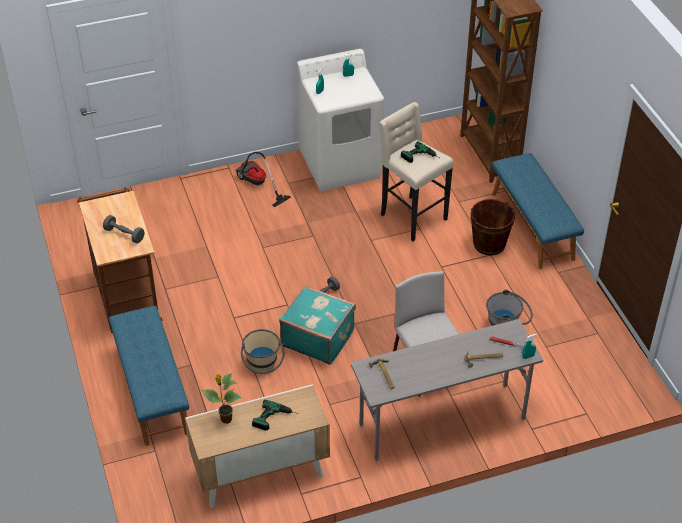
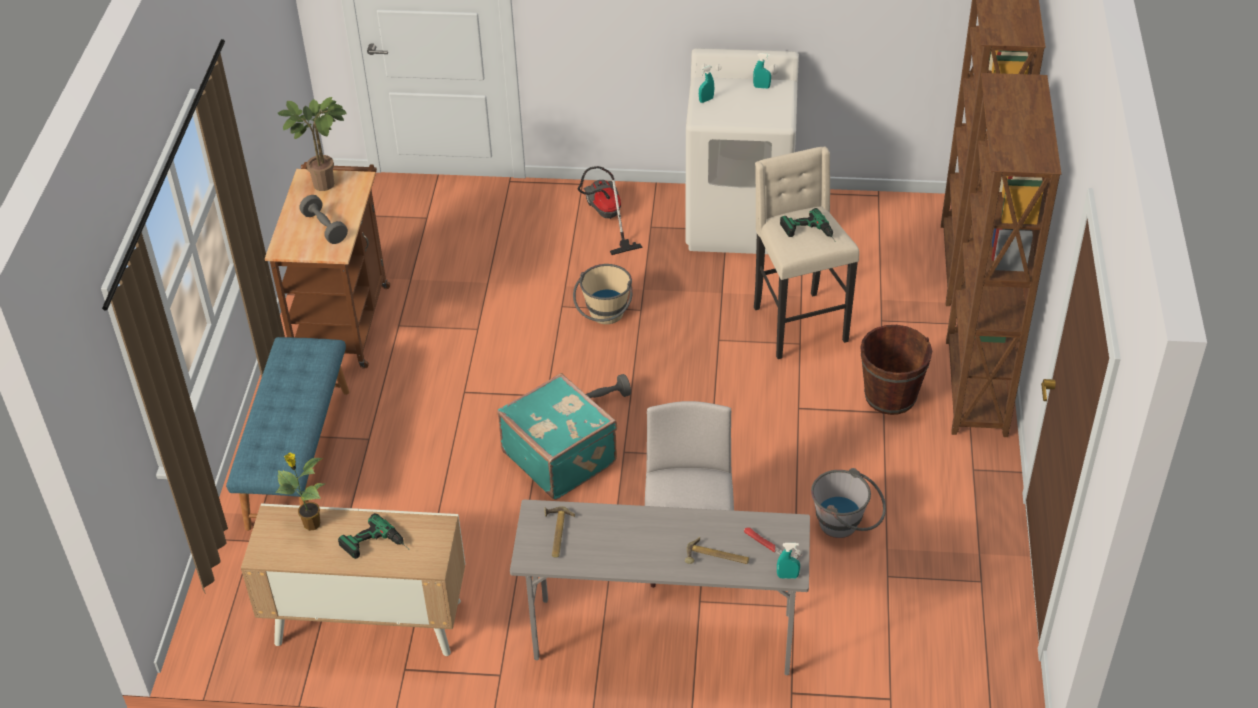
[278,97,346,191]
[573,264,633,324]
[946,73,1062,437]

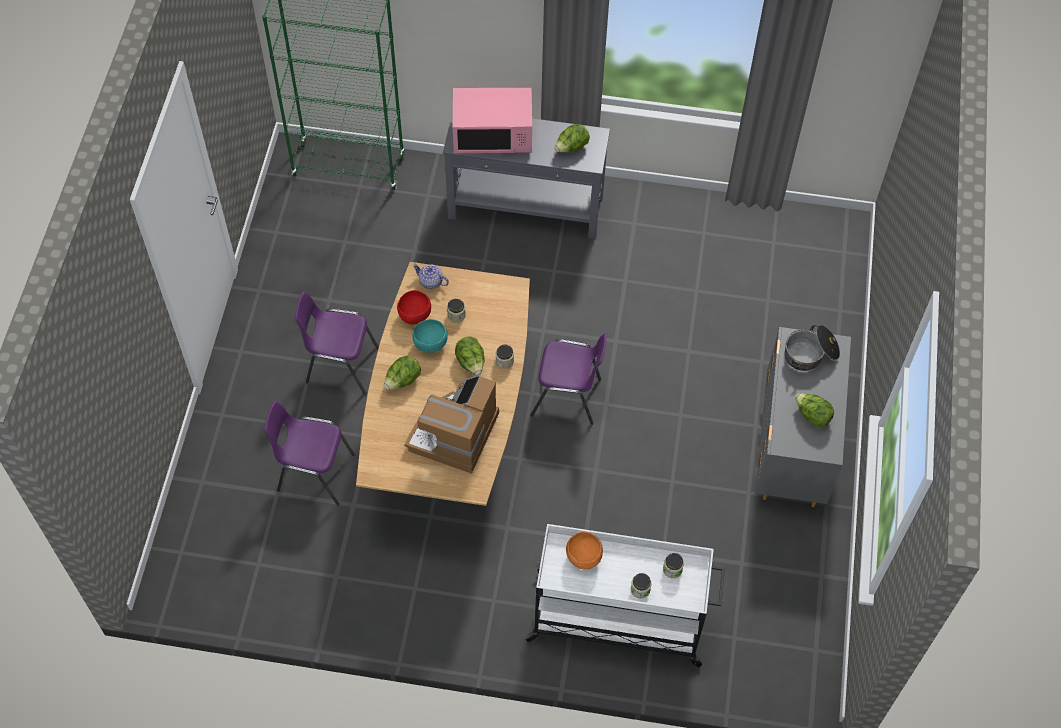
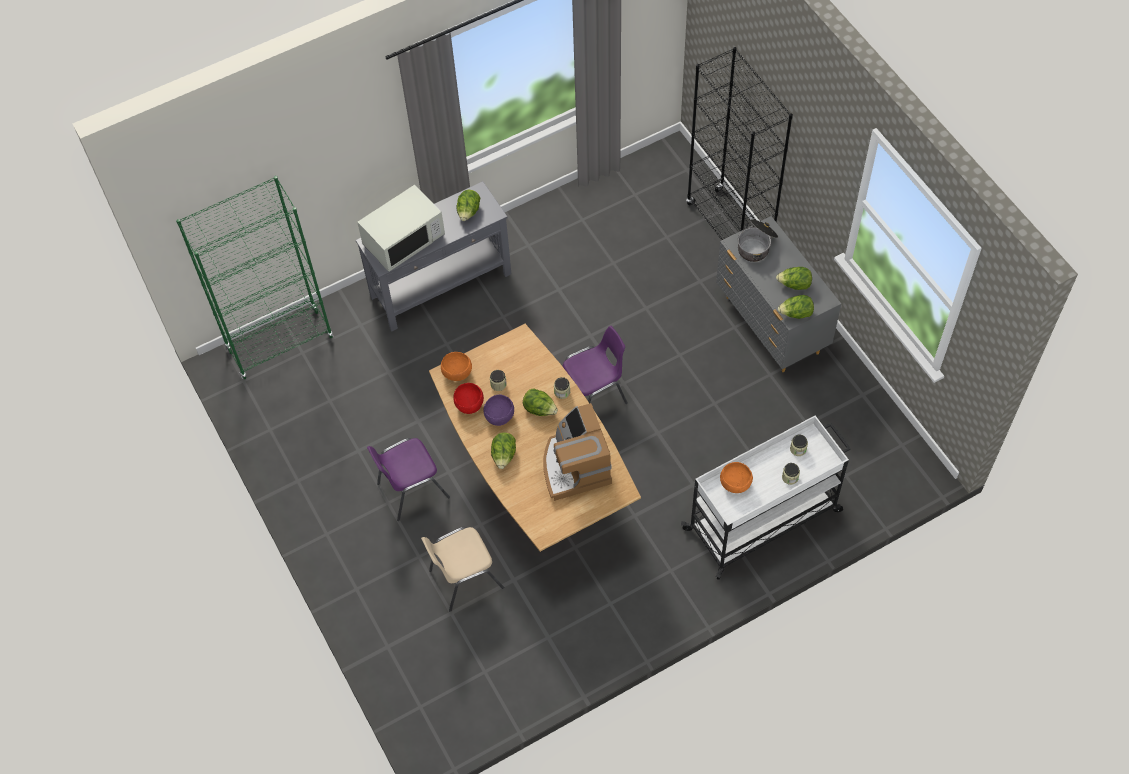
[686,47,793,240]
[778,295,814,319]
[441,352,472,381]
[421,527,504,612]
[483,395,514,426]
[357,185,445,272]

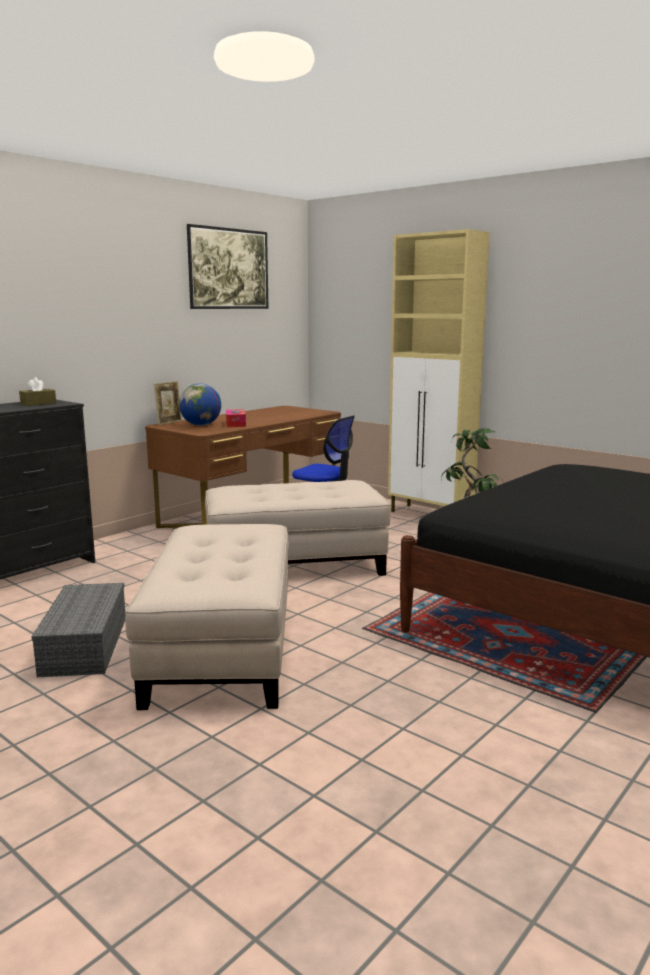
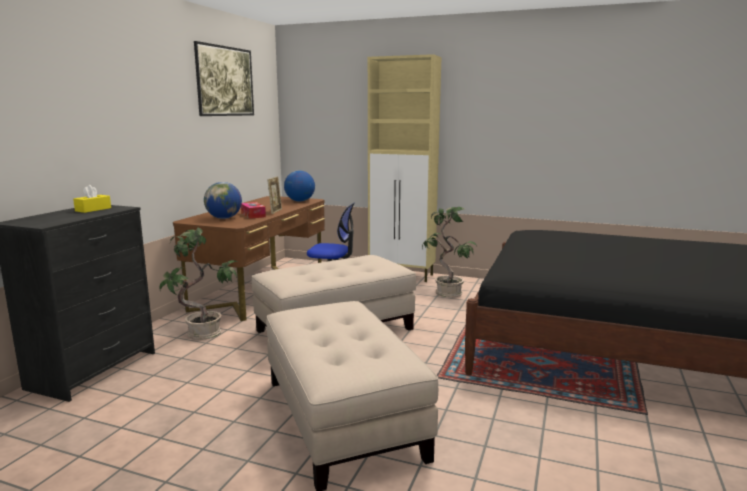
[31,583,126,677] (first image)
[159,227,237,340]
[284,170,315,202]
[267,177,282,214]
[73,185,111,213]

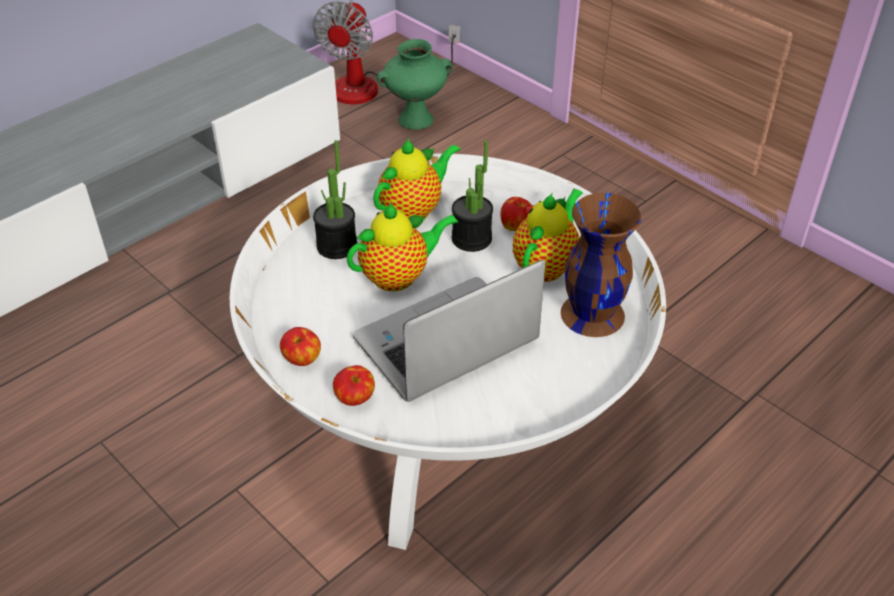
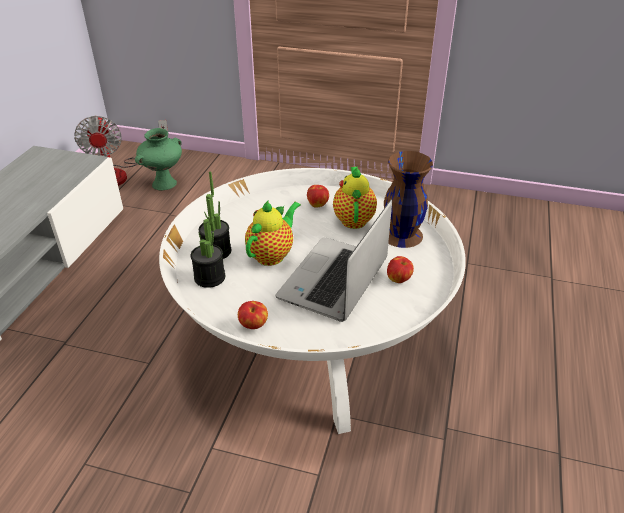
[373,139,461,219] (first image)
[387,256,414,283]
[190,199,225,288]

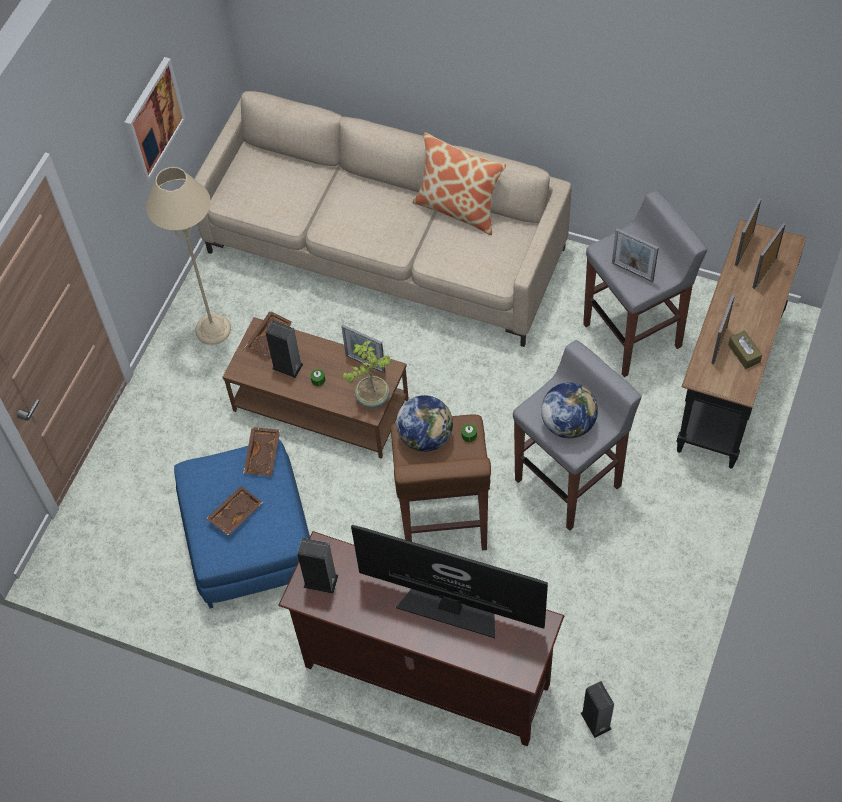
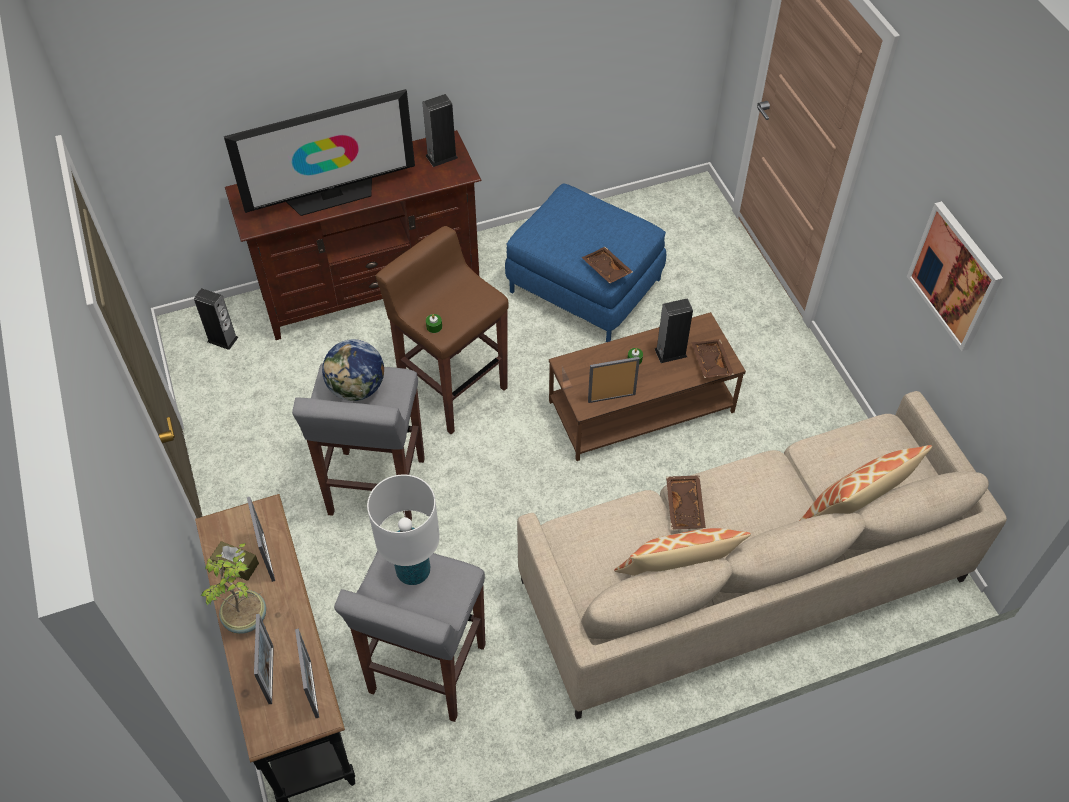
[146,167,231,345] (first image)
[396,395,453,452] (first image)
[799,445,932,521]
[666,475,706,530]
[201,543,266,634]
[367,474,440,585]

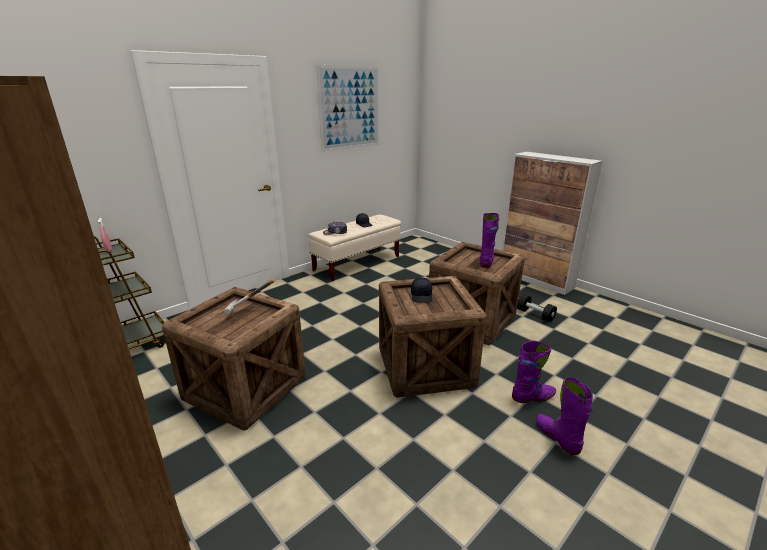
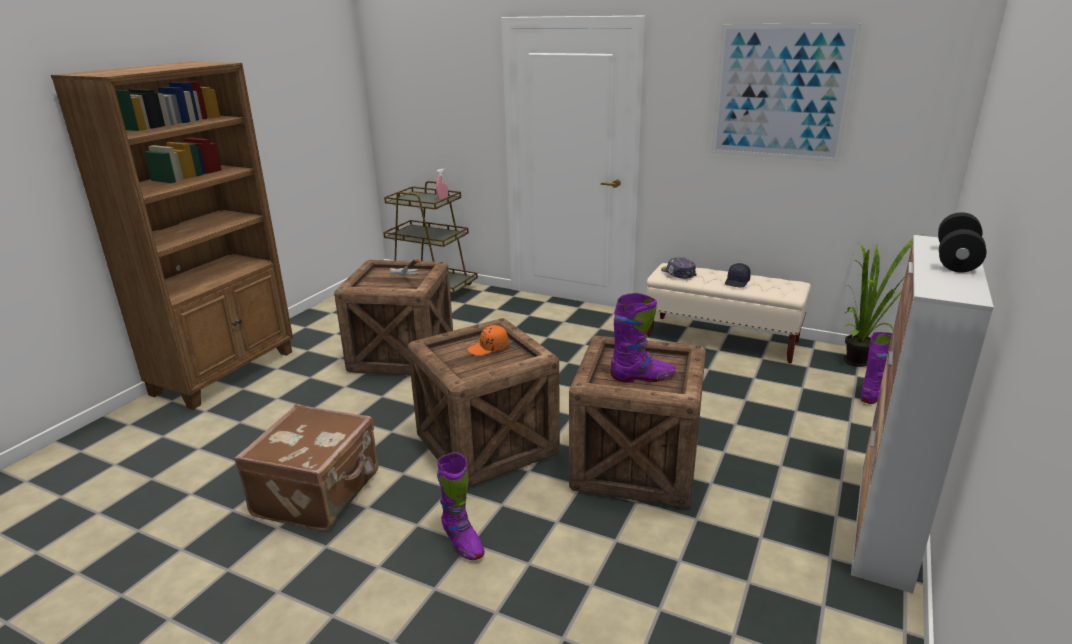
[234,404,378,531]
[844,234,924,367]
[938,212,986,273]
[861,332,892,404]
[467,325,508,356]

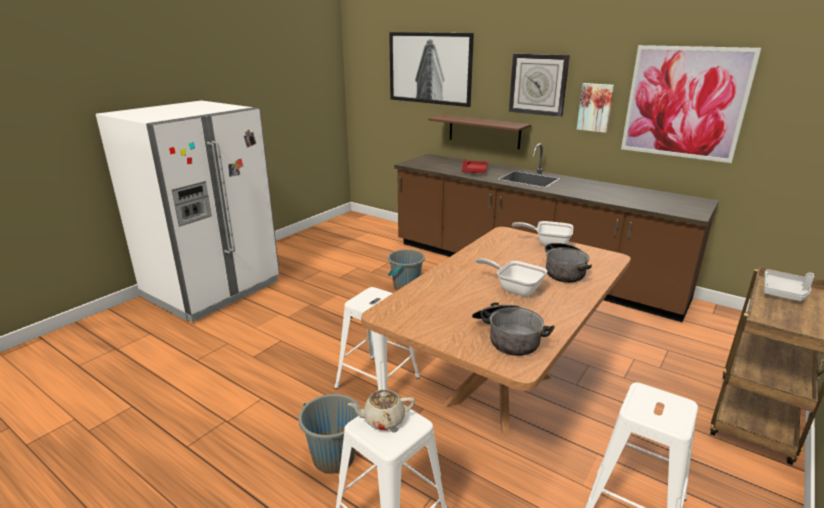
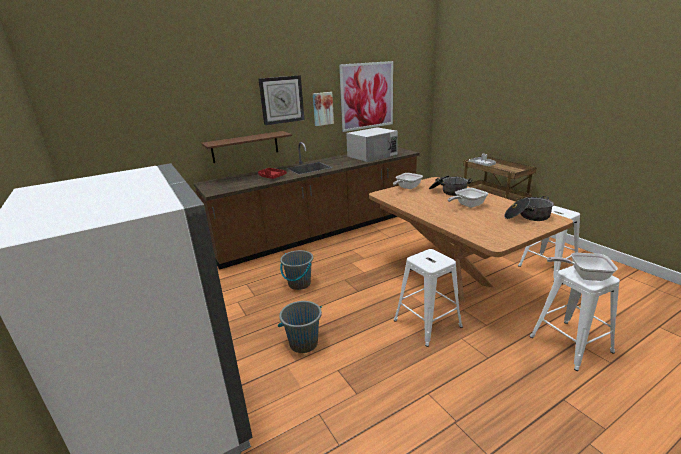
[389,32,474,107] (first image)
[346,127,398,162]
[278,301,322,353]
[547,253,618,281]

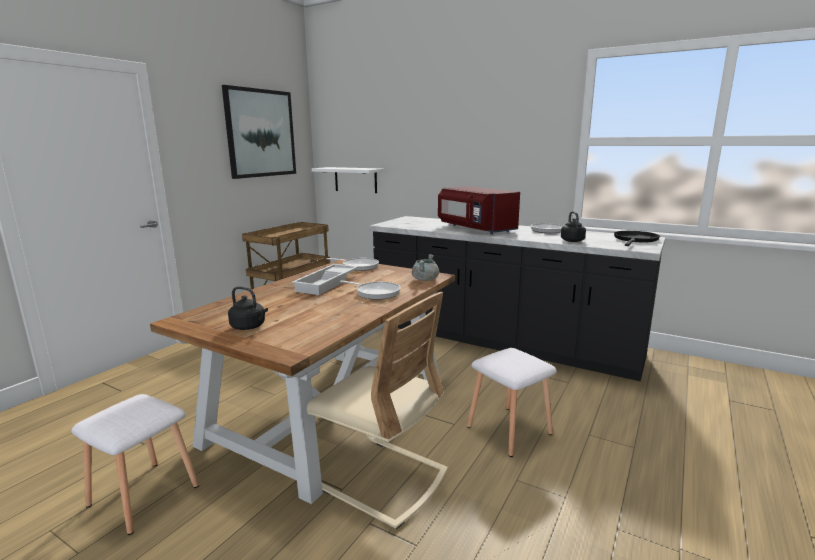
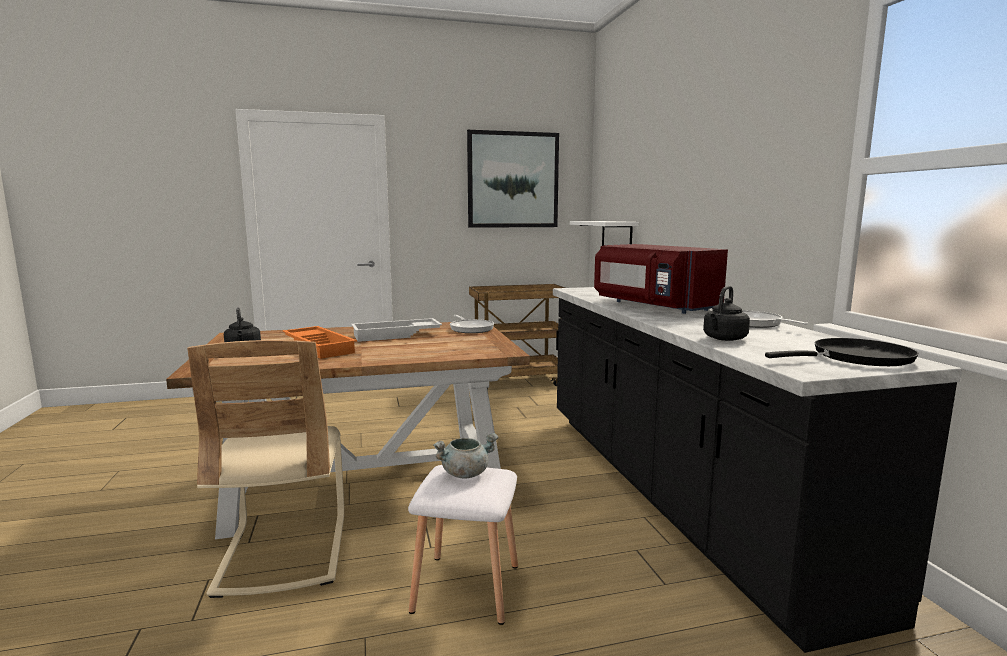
[71,394,199,535] (first image)
[340,280,401,300] (first image)
[282,326,357,359]
[433,433,499,479]
[594,244,728,314]

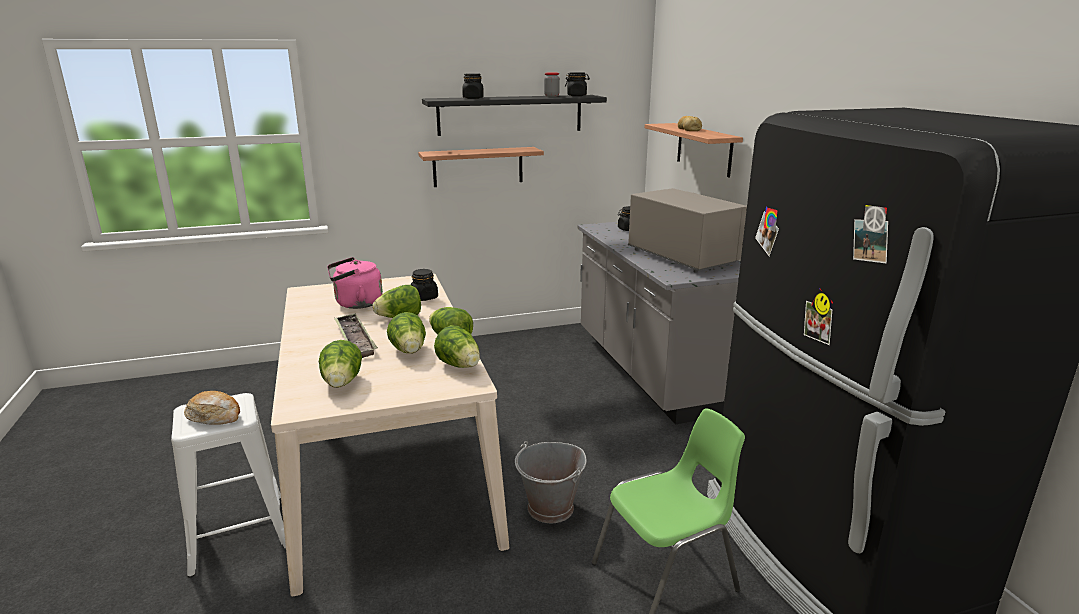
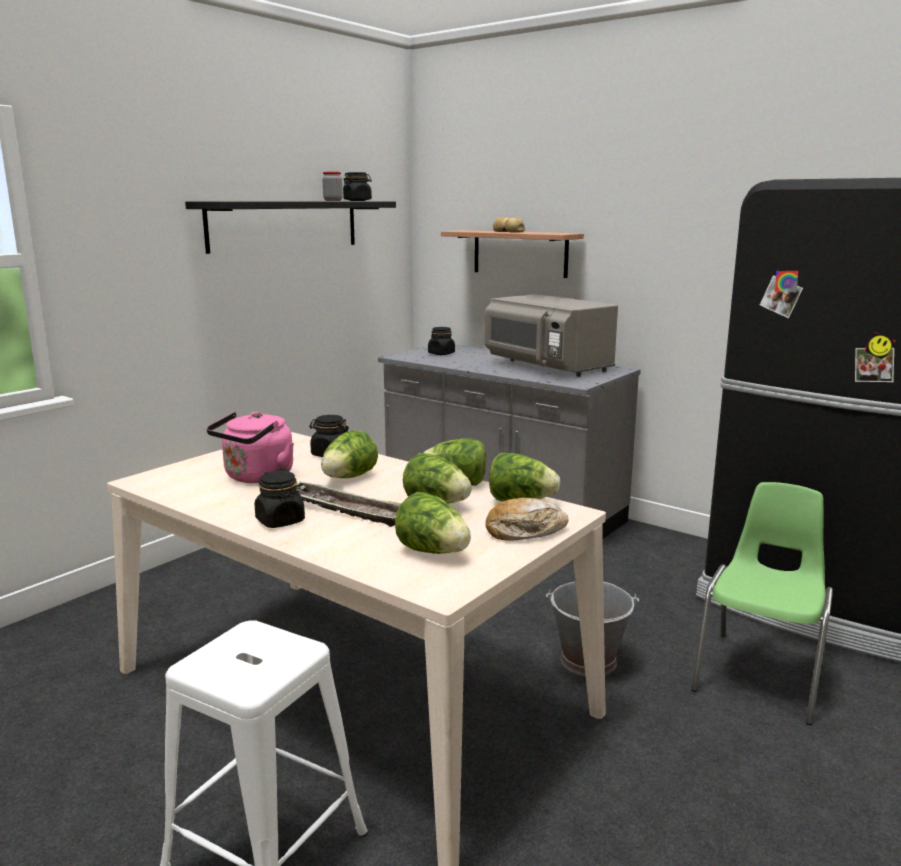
[418,147,544,187] (first image)
[486,498,569,541]
[255,471,305,528]
[485,294,618,377]

